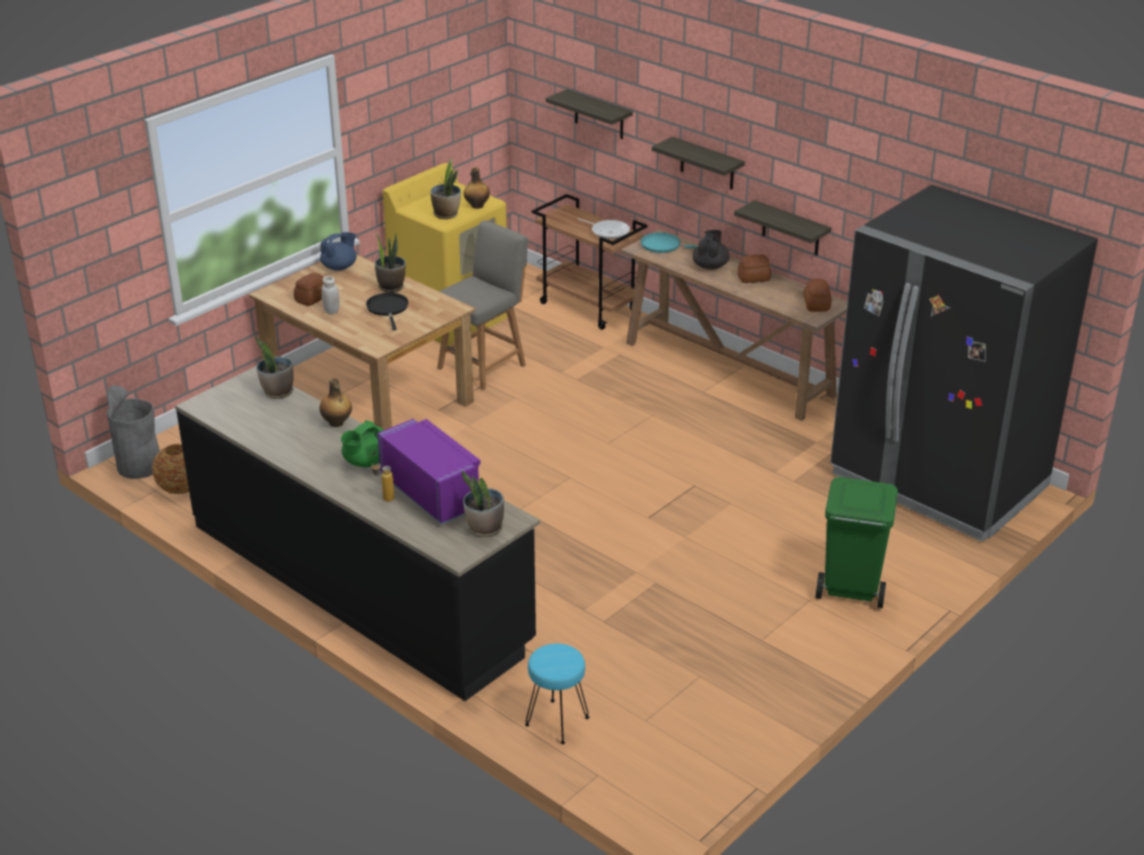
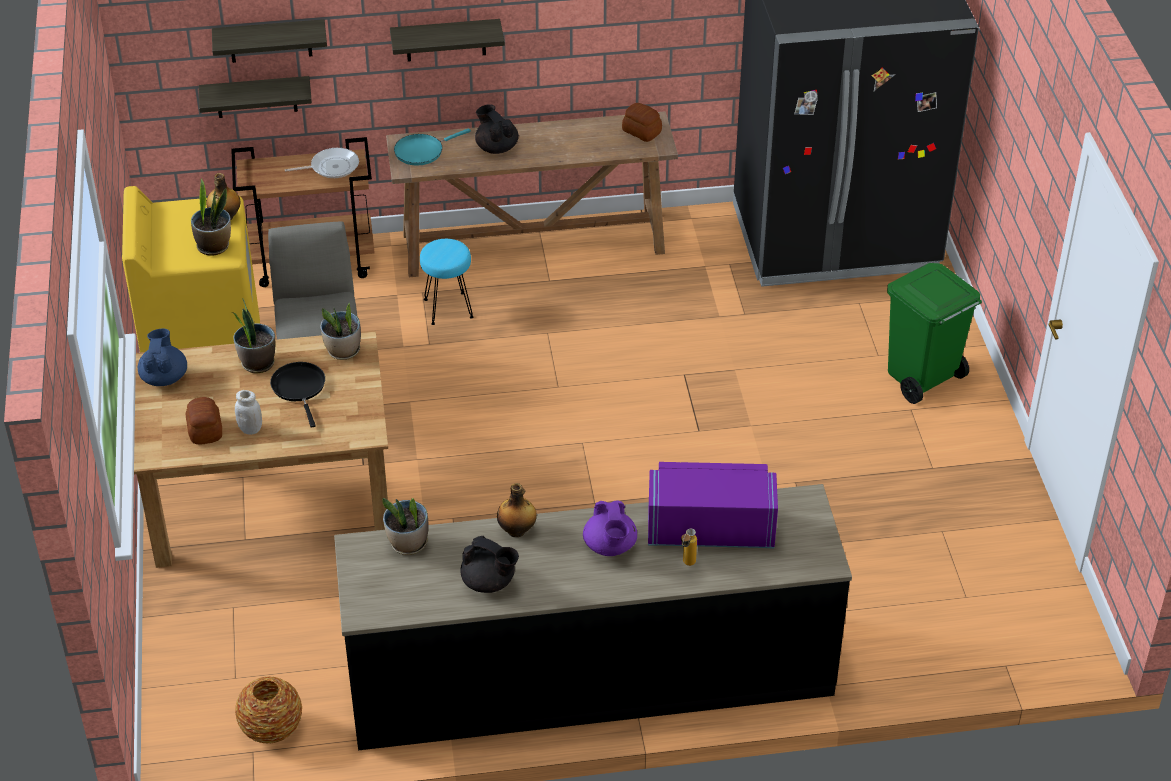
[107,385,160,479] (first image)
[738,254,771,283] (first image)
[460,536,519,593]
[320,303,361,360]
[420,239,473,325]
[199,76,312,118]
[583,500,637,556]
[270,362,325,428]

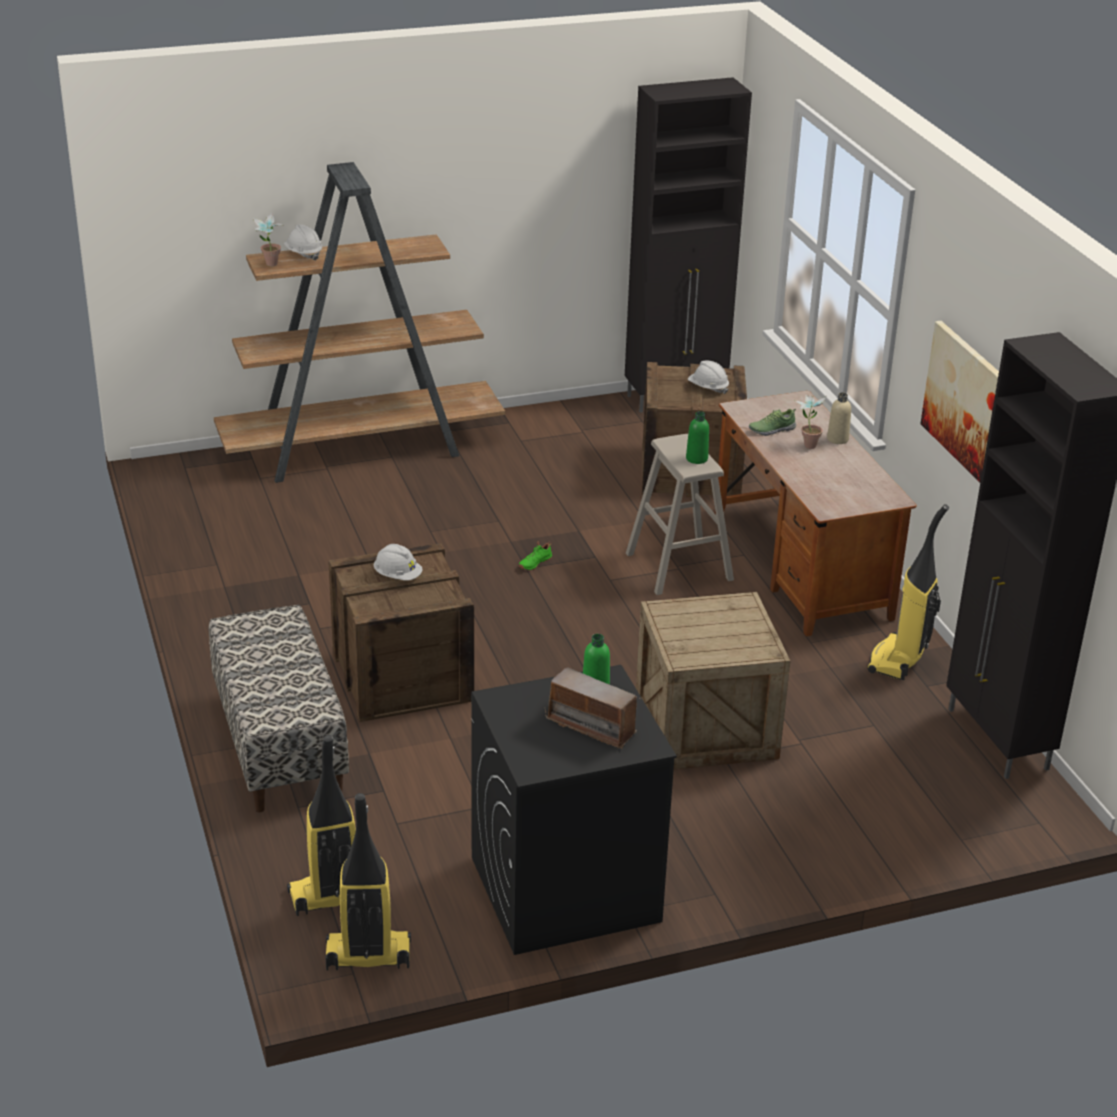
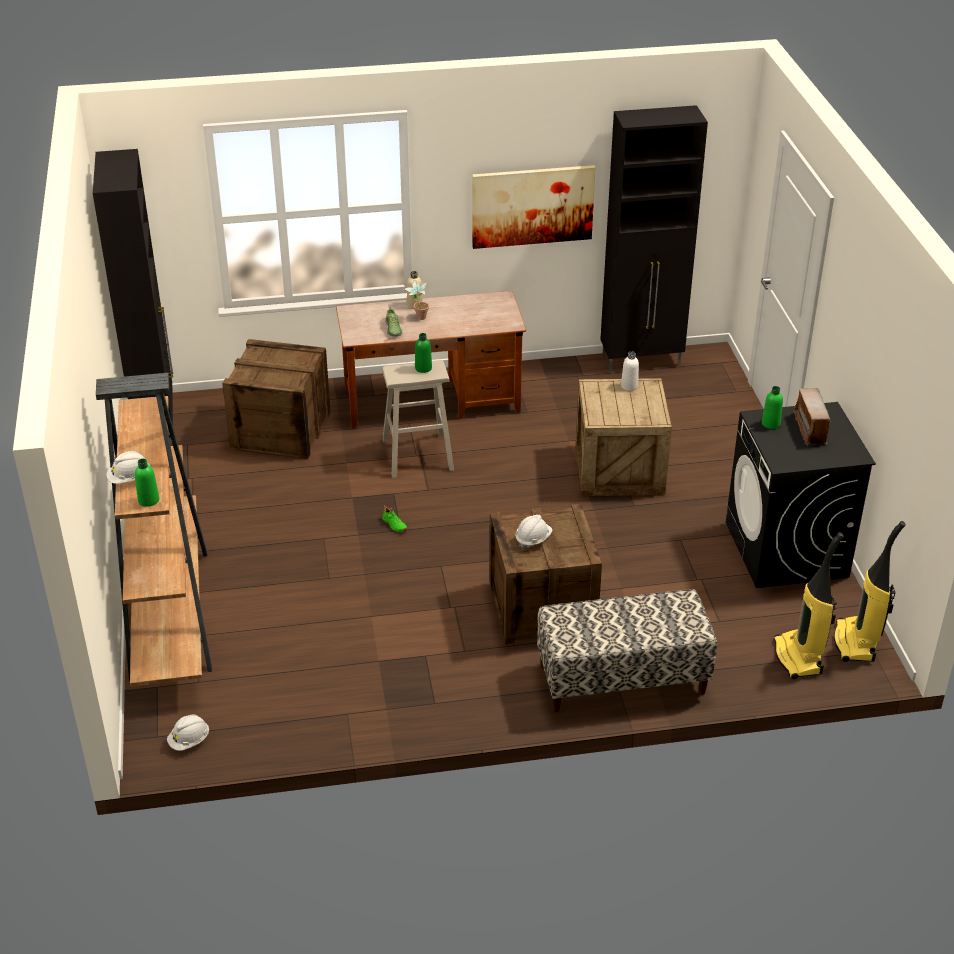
[867,504,949,680] (first image)
[621,351,639,391]
[167,715,209,751]
[135,459,159,507]
[793,388,831,446]

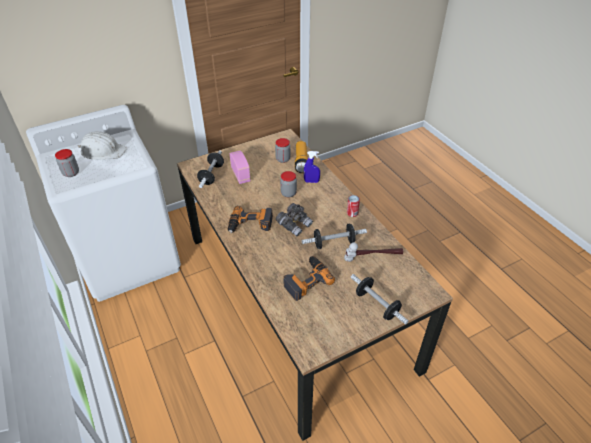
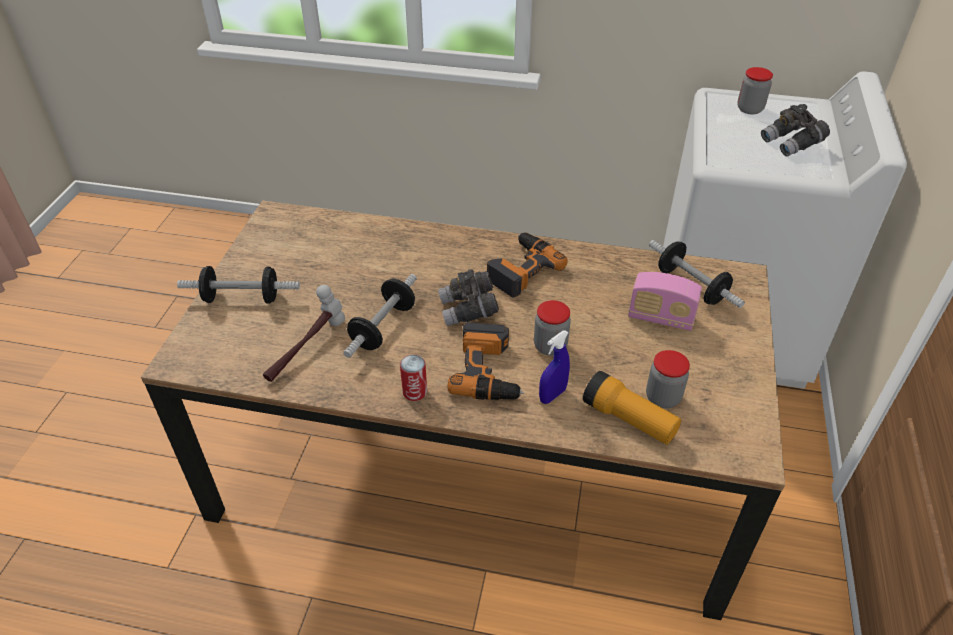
[447,322,524,400]
[761,104,830,157]

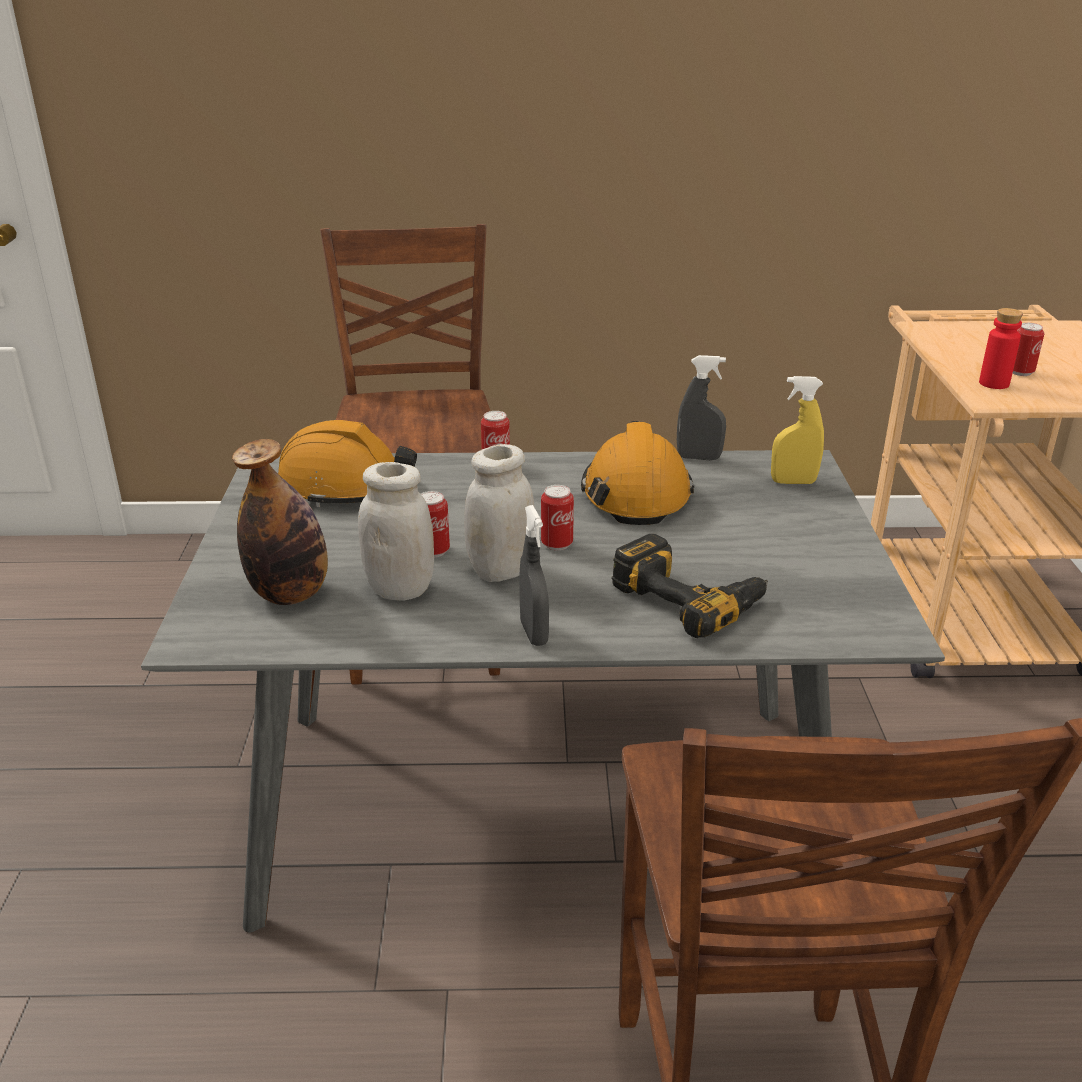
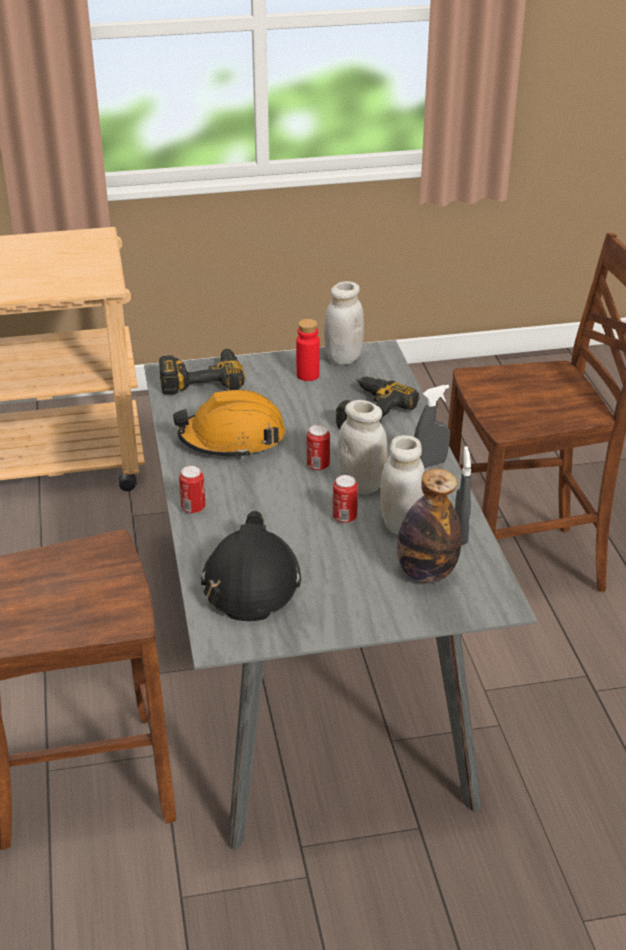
[1013,323,1044,376] (first image)
[324,281,364,365]
[455,446,471,545]
[296,319,320,381]
[159,349,245,395]
[201,511,301,621]

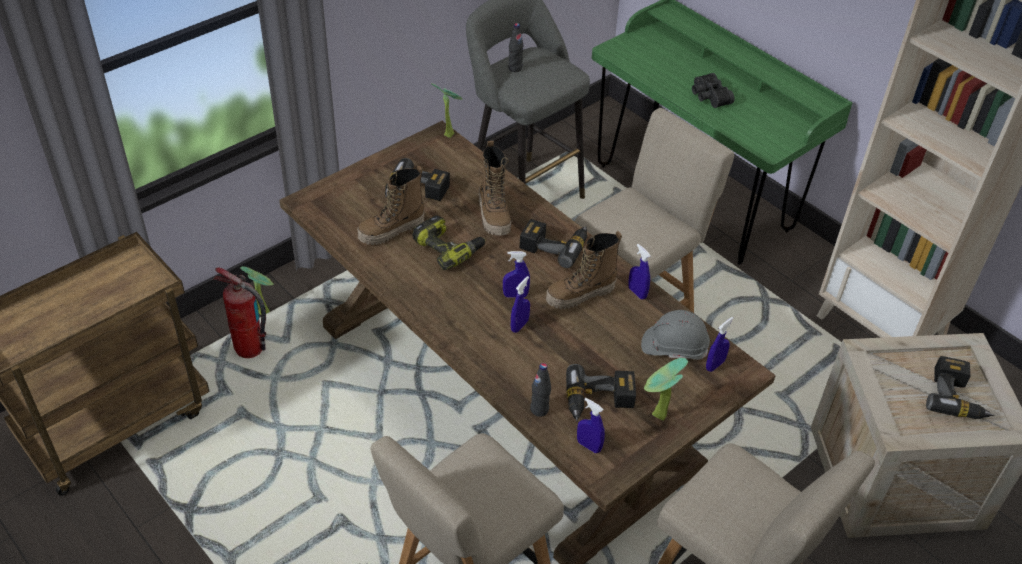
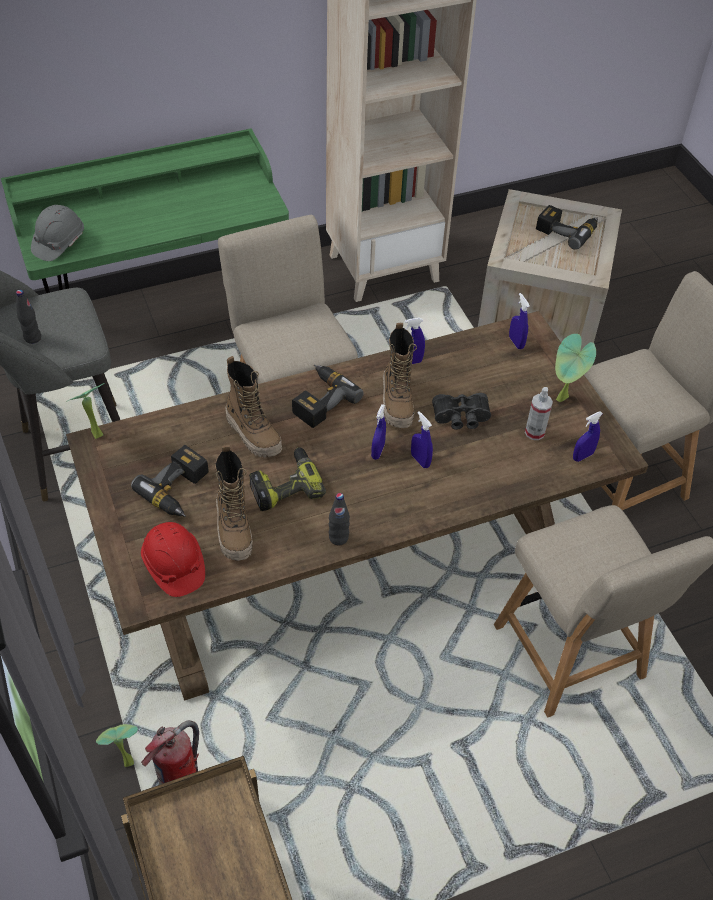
[141,522,205,597]
[329,493,350,545]
[31,205,84,261]
[432,393,491,430]
[525,387,553,440]
[225,356,282,458]

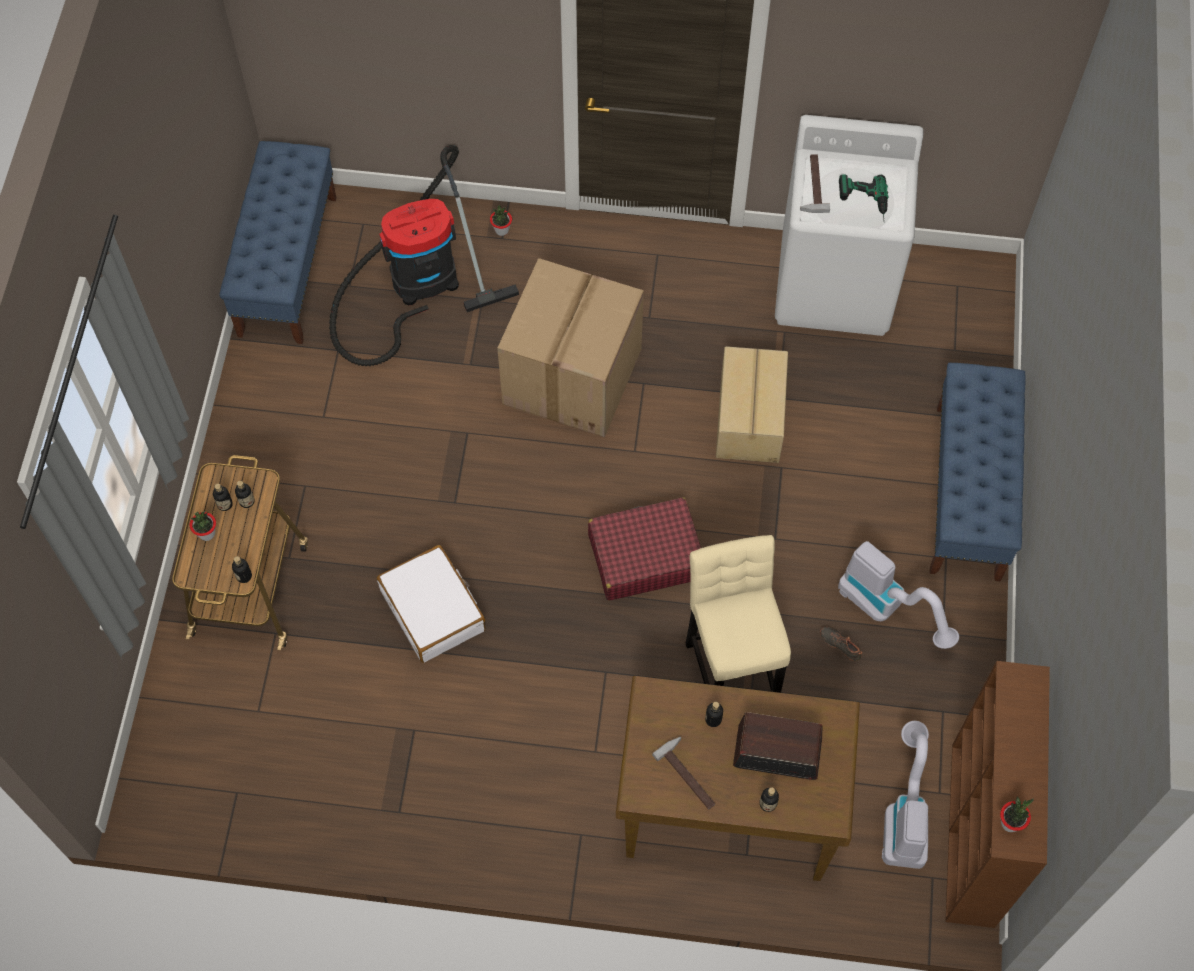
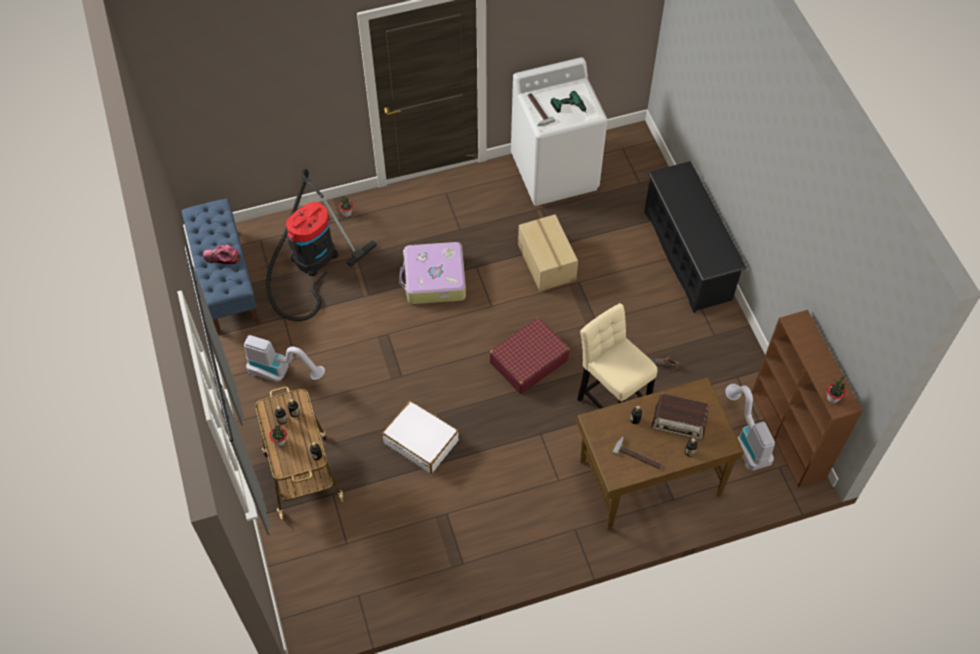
[203,245,240,264]
[244,335,325,382]
[399,242,466,304]
[644,161,747,313]
[651,394,708,440]

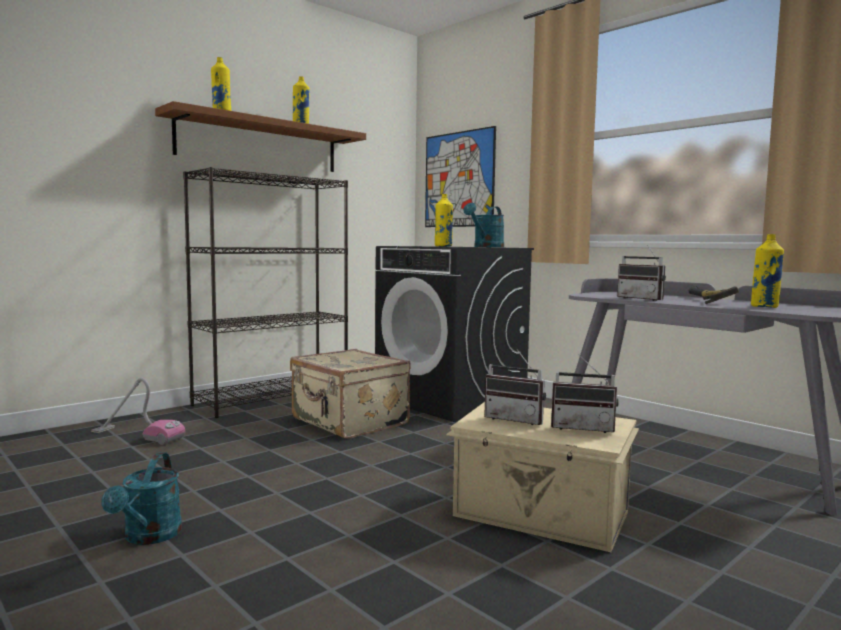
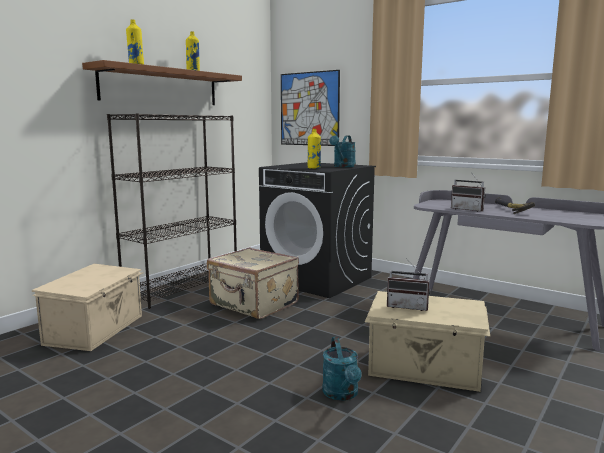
[551,354,618,433] (first image)
[751,234,784,308] (first image)
[322,337,362,401]
[32,264,143,351]

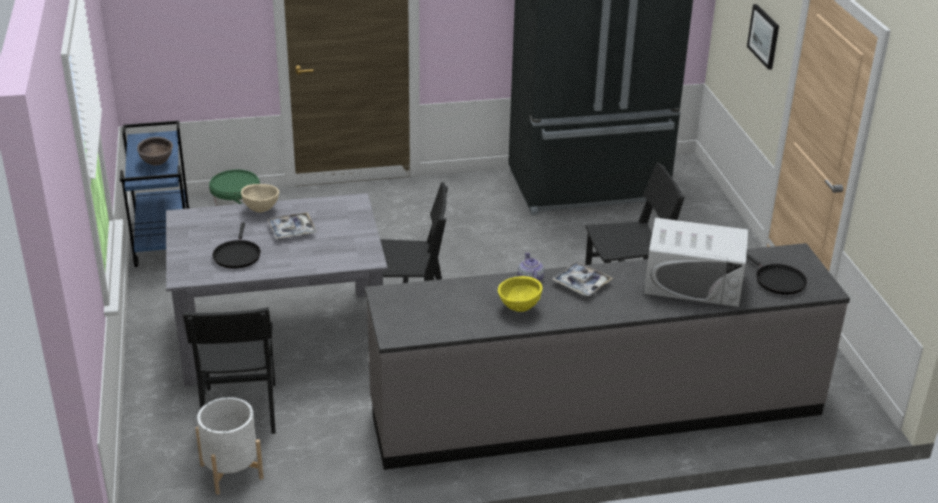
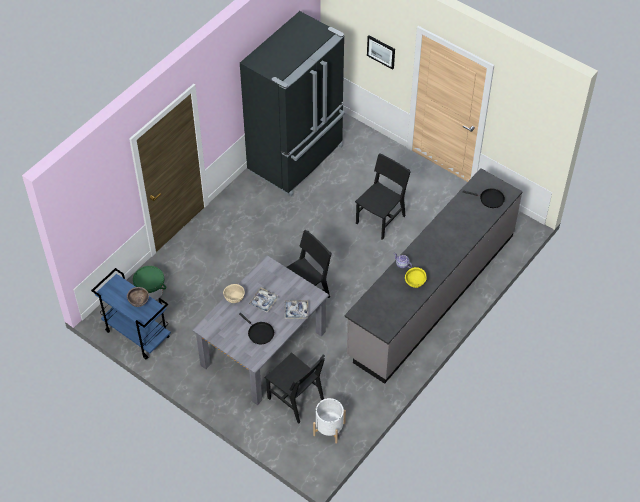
[644,218,748,307] (first image)
[285,300,308,319]

